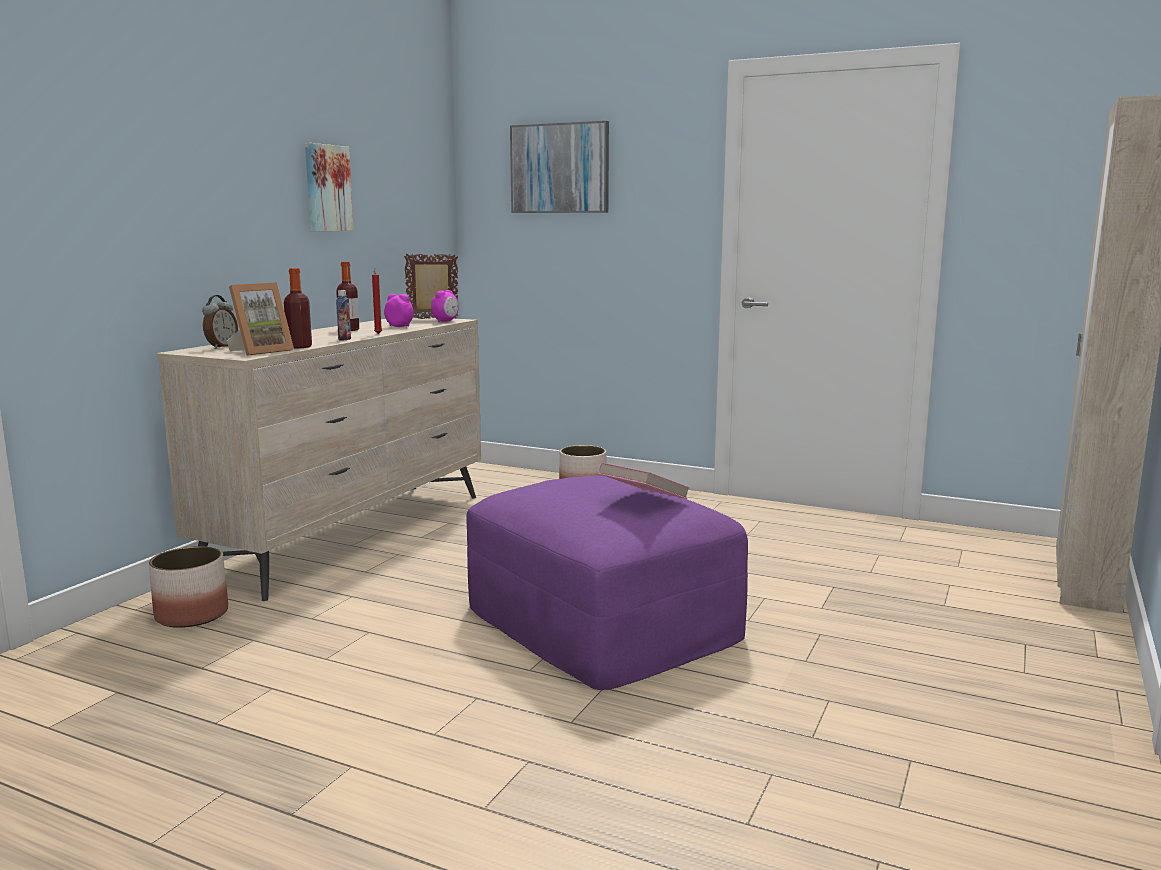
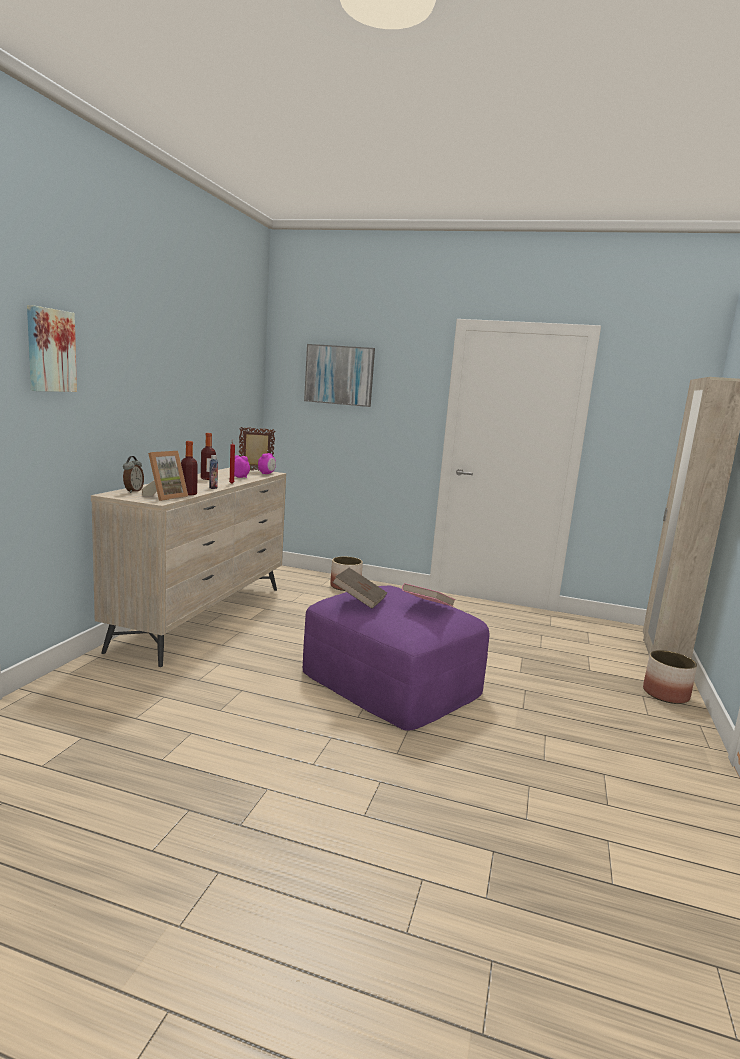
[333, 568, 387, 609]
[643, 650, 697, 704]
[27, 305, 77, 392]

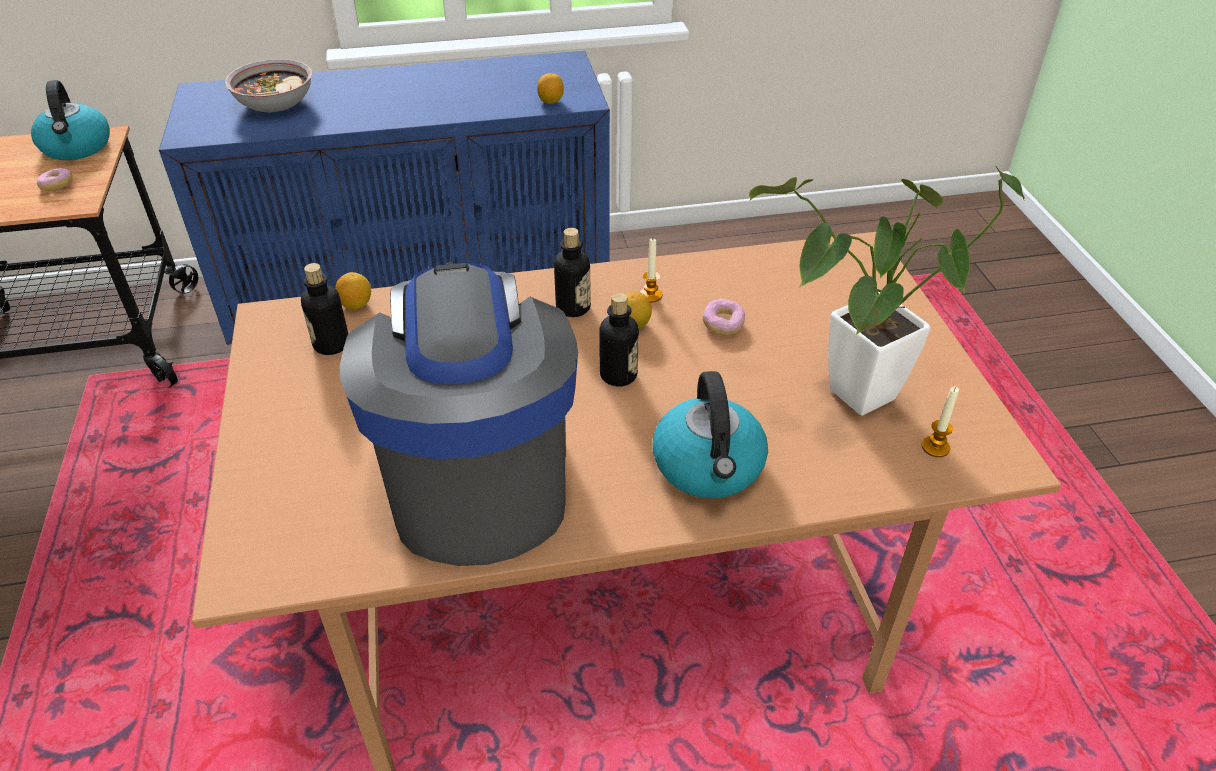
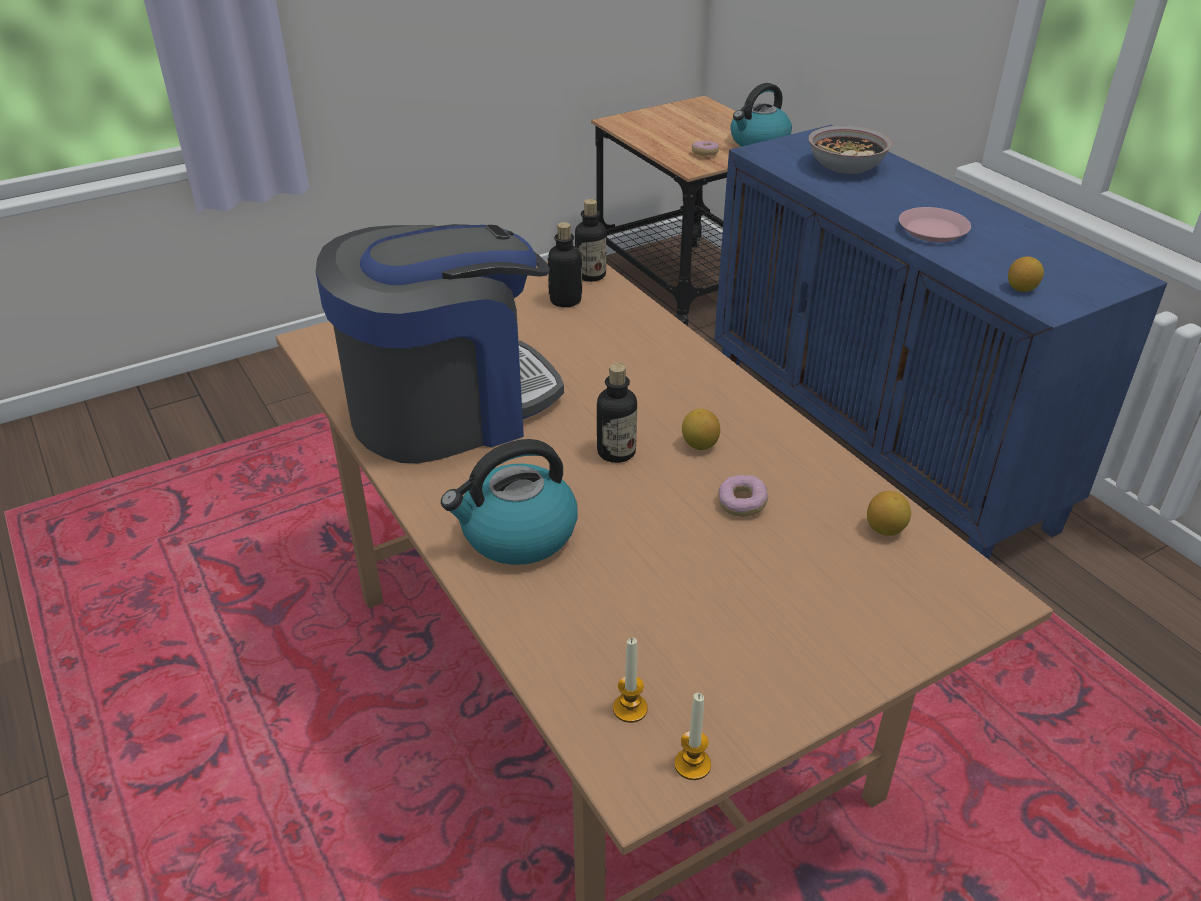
[749, 166, 1025, 416] (first image)
[899, 207, 971, 242]
[867, 491, 911, 536]
[575, 199, 606, 282]
[674, 693, 711, 780]

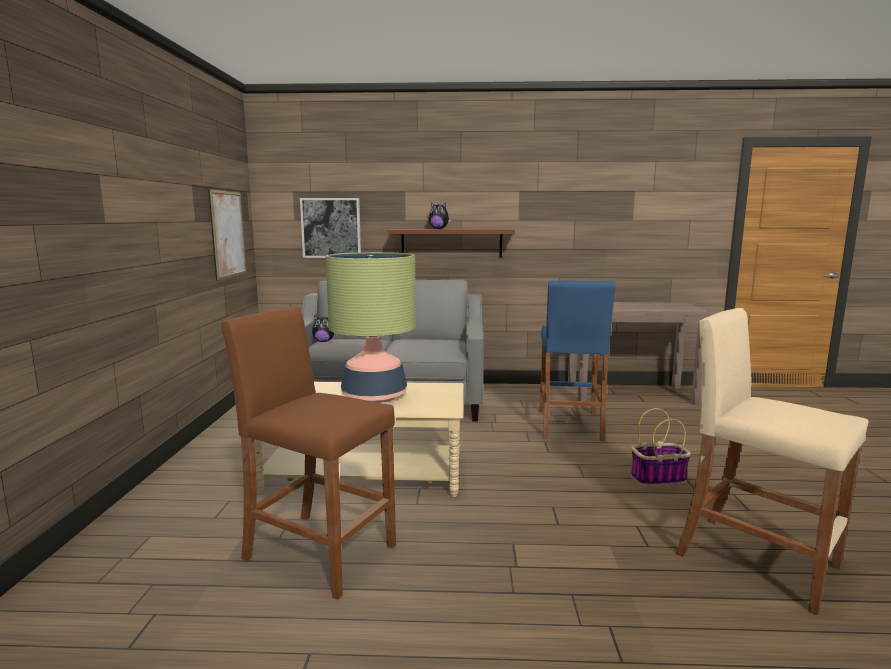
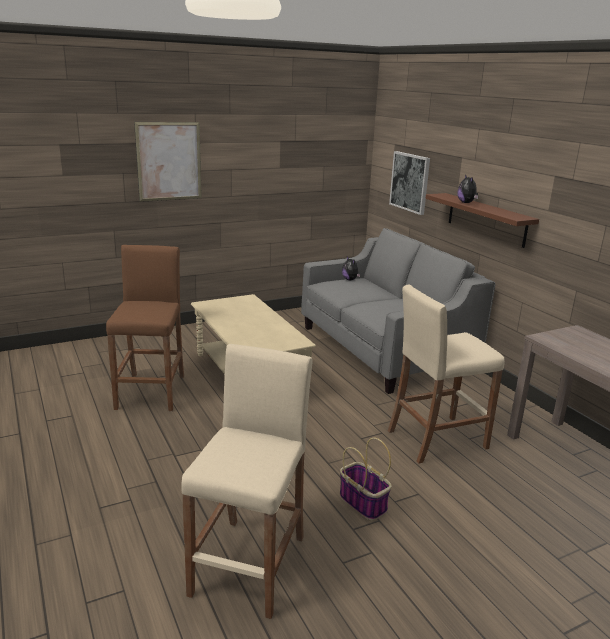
[325, 252, 416, 403] (first image)
[134, 122, 202, 202]
[388, 285, 505, 464]

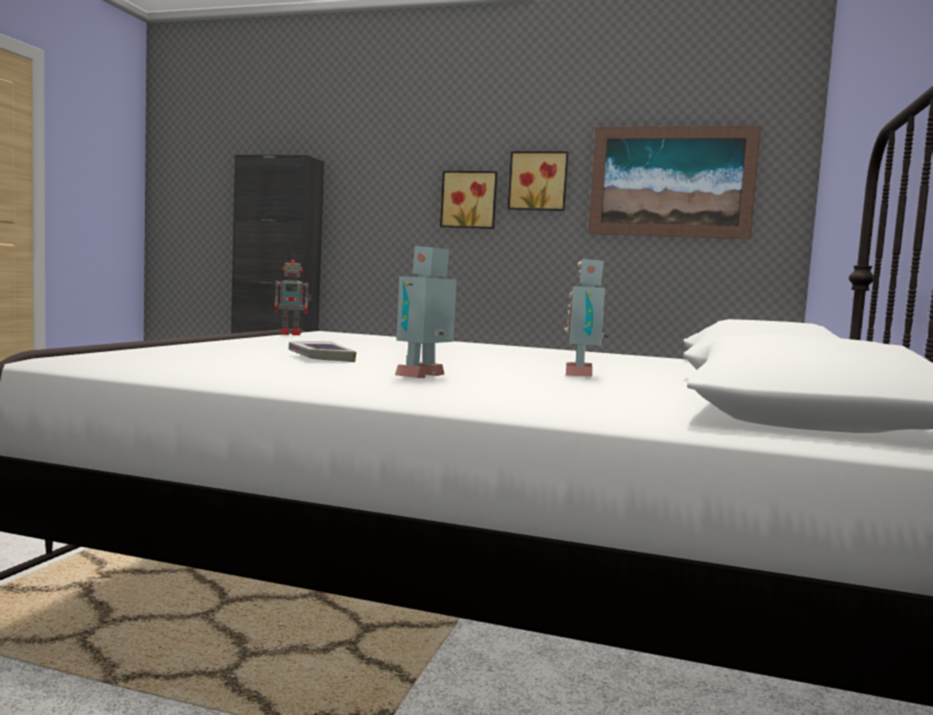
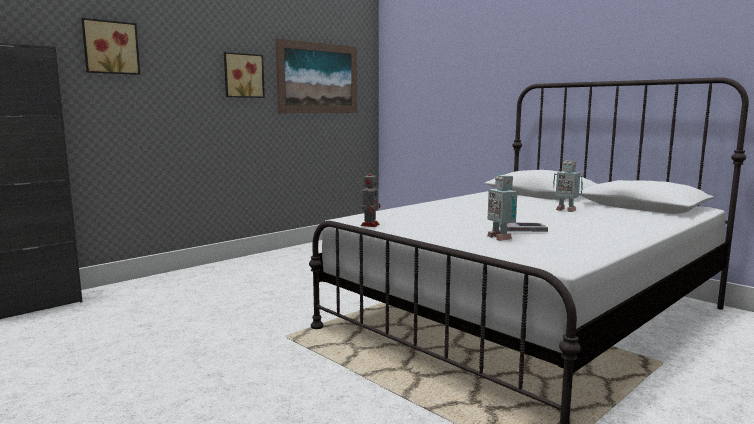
[487, 175, 517, 241]
[81, 18, 140, 75]

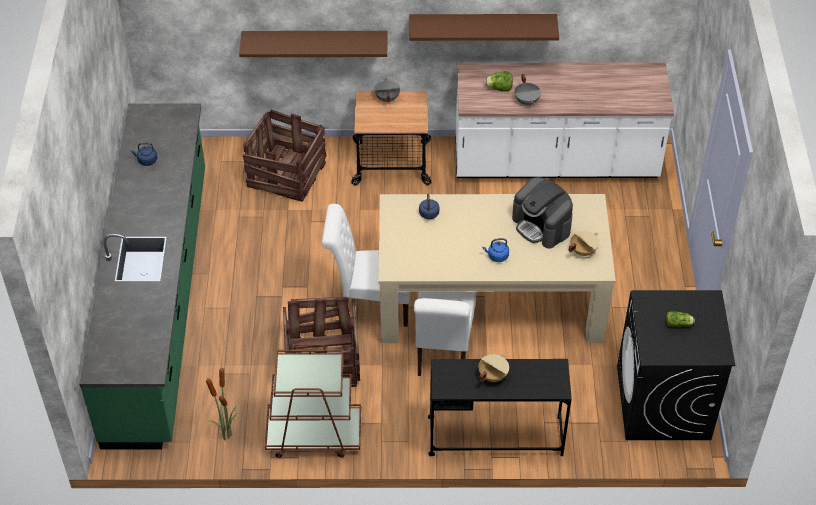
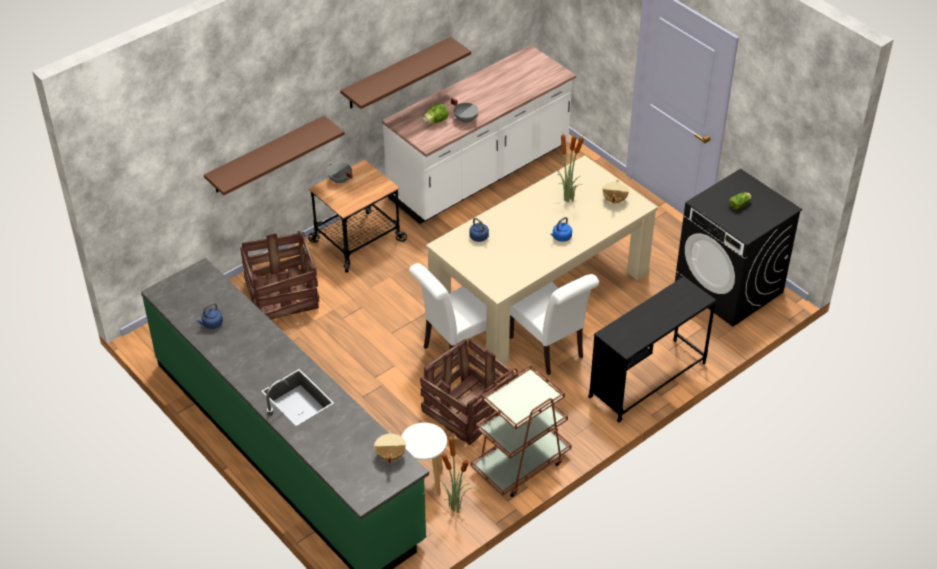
[401, 423, 447, 495]
[374, 430, 406, 464]
[554, 134, 584, 202]

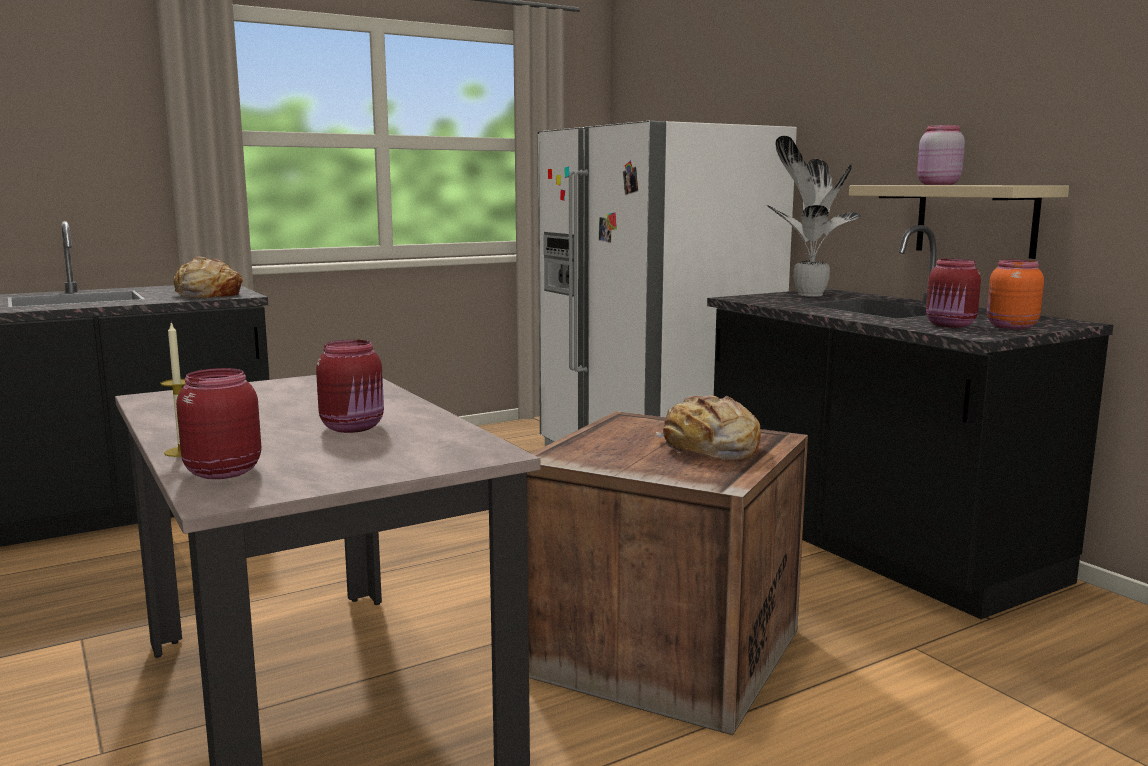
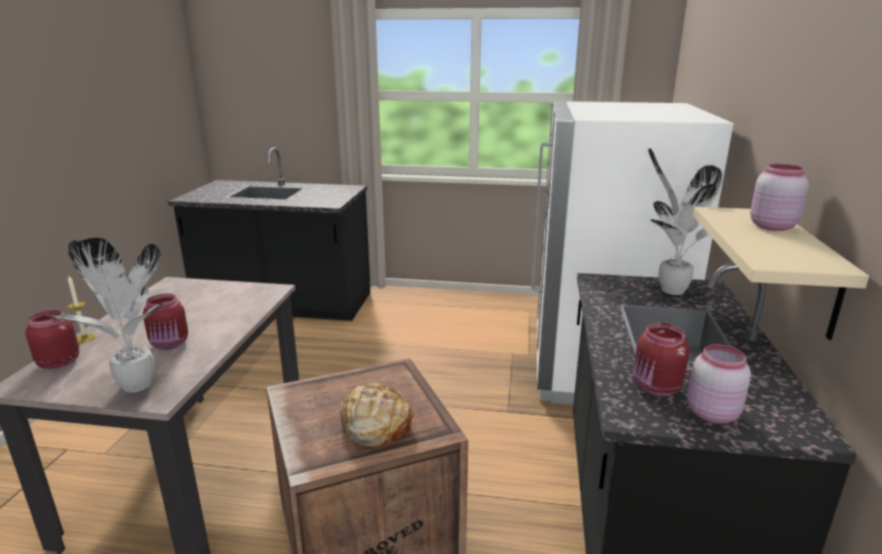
[173, 257, 243, 298] (first image)
[47, 238, 167, 393]
[687, 344, 751, 424]

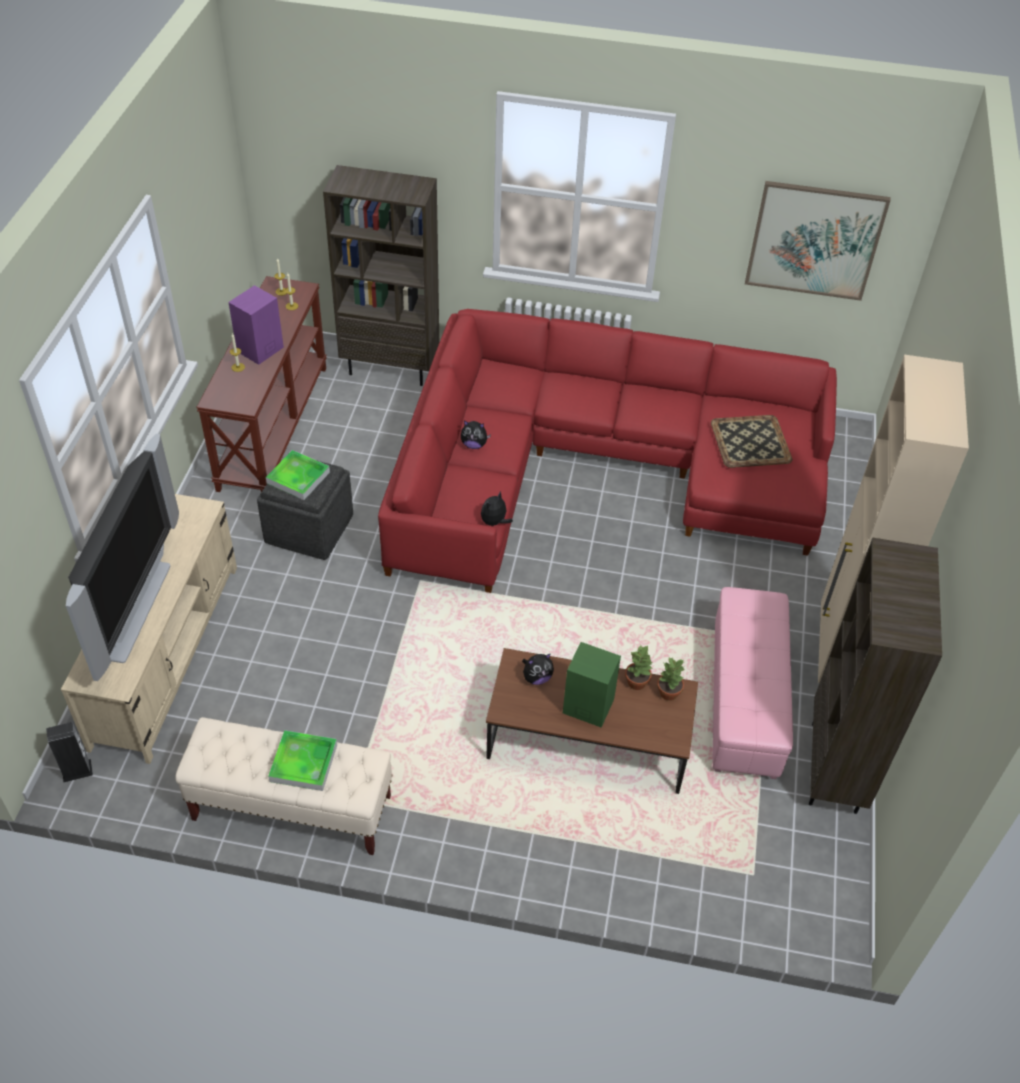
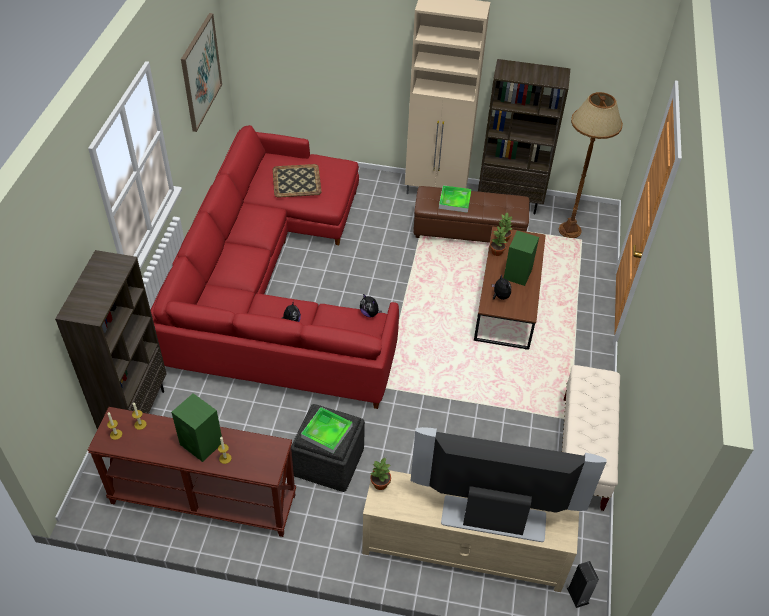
[370, 458, 391, 490]
[559, 92, 623, 238]
[439, 185, 471, 213]
[171, 393, 222, 462]
[413, 186, 530, 243]

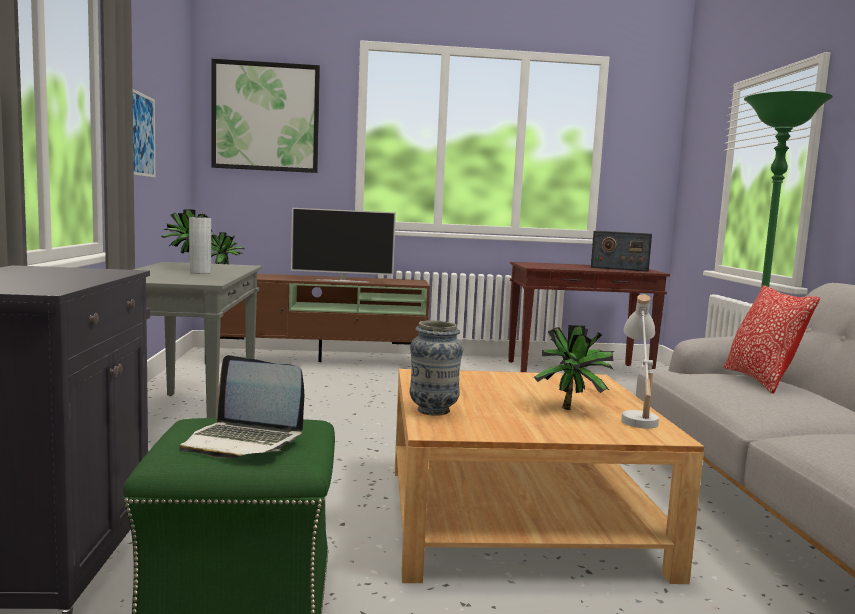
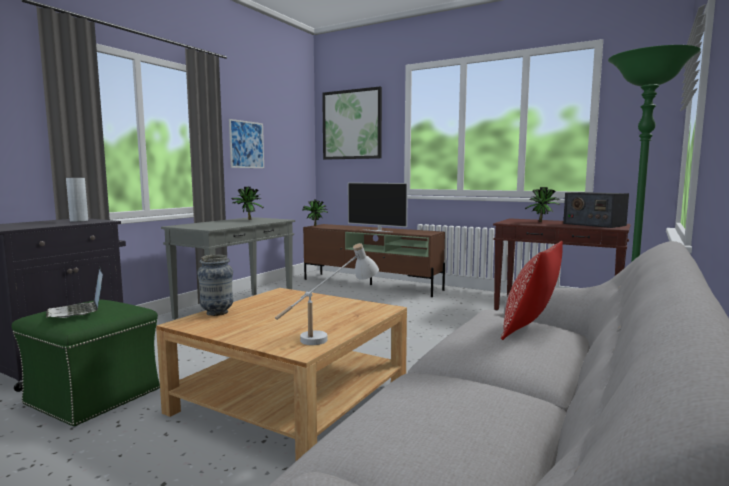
[66, 177, 88, 222]
[525, 187, 560, 222]

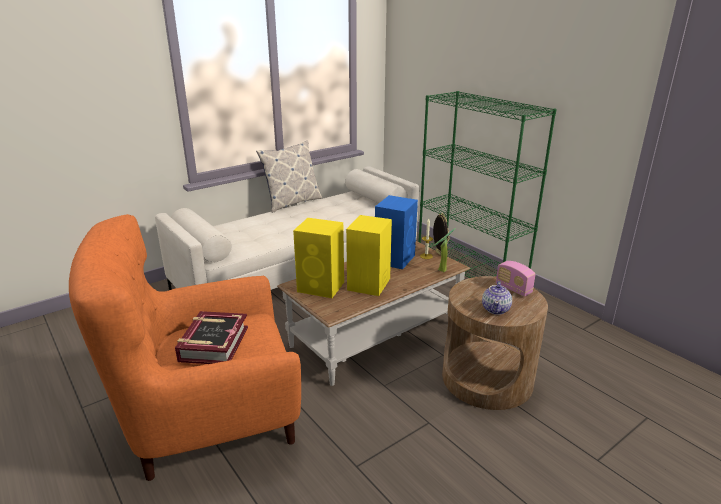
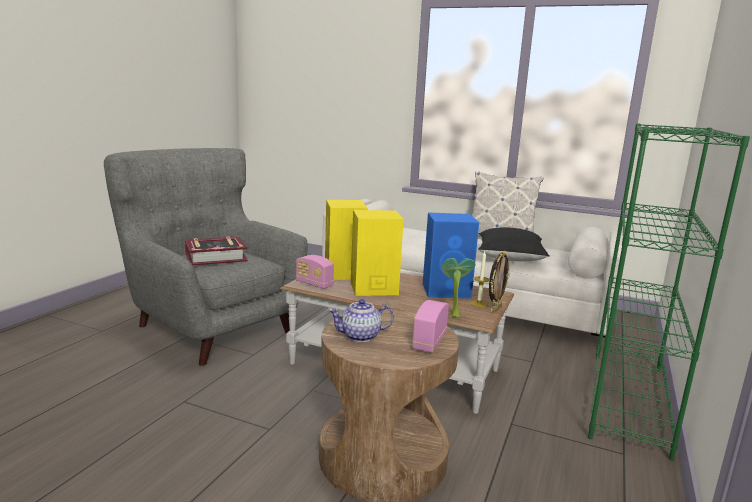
[296, 255, 334, 289]
[478, 227, 550, 261]
[104, 148, 308, 366]

